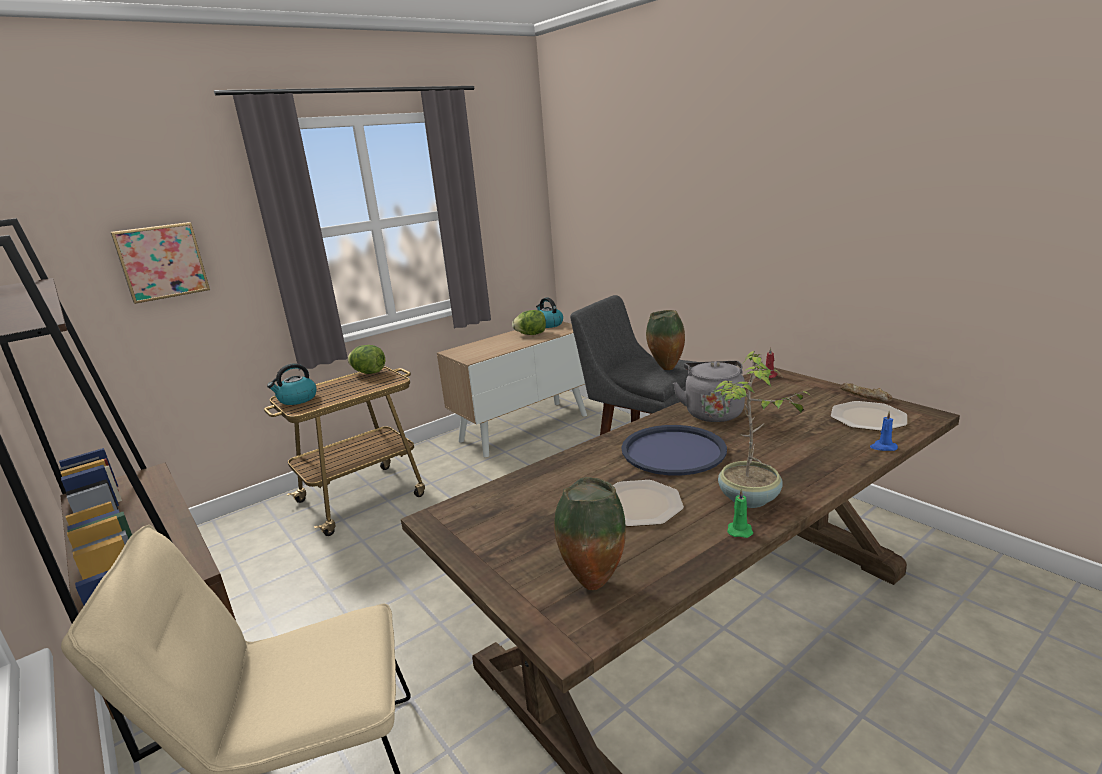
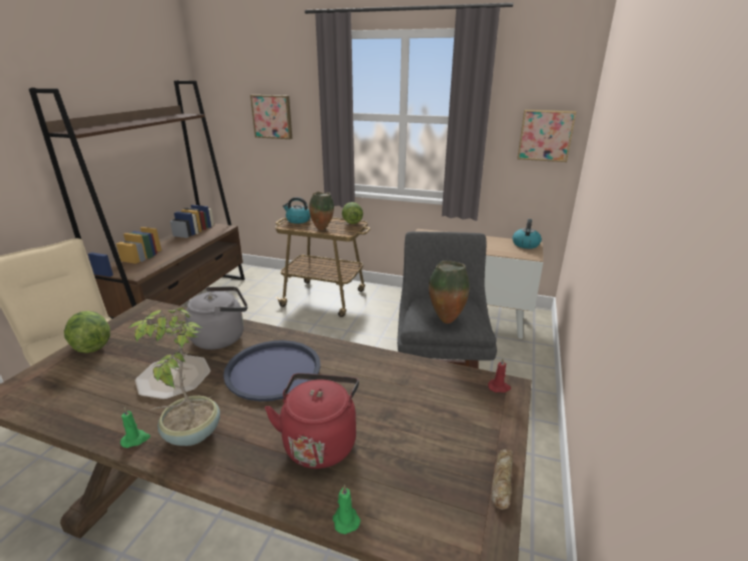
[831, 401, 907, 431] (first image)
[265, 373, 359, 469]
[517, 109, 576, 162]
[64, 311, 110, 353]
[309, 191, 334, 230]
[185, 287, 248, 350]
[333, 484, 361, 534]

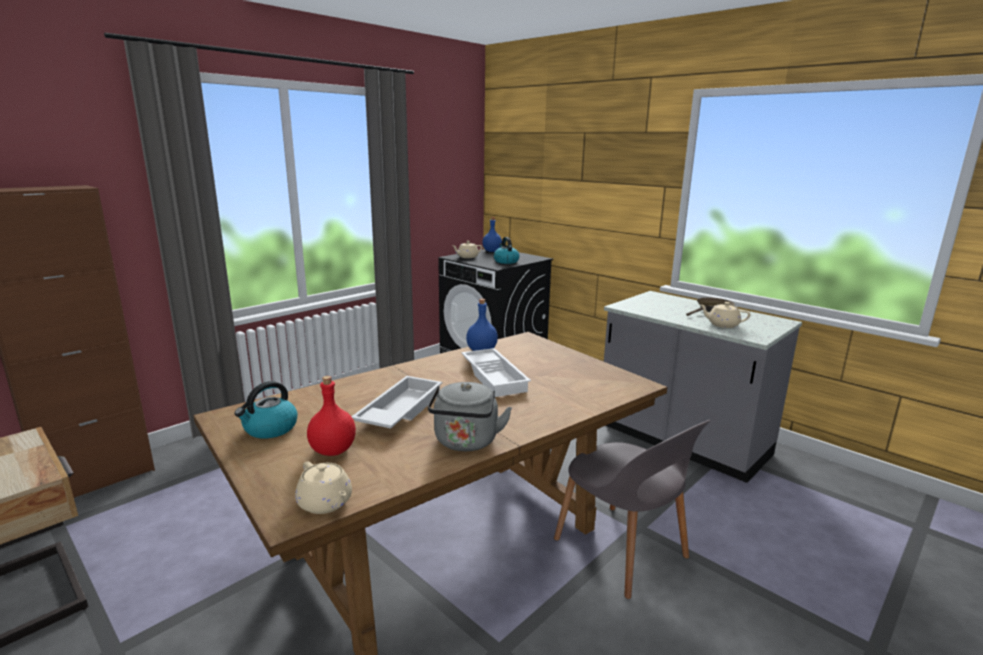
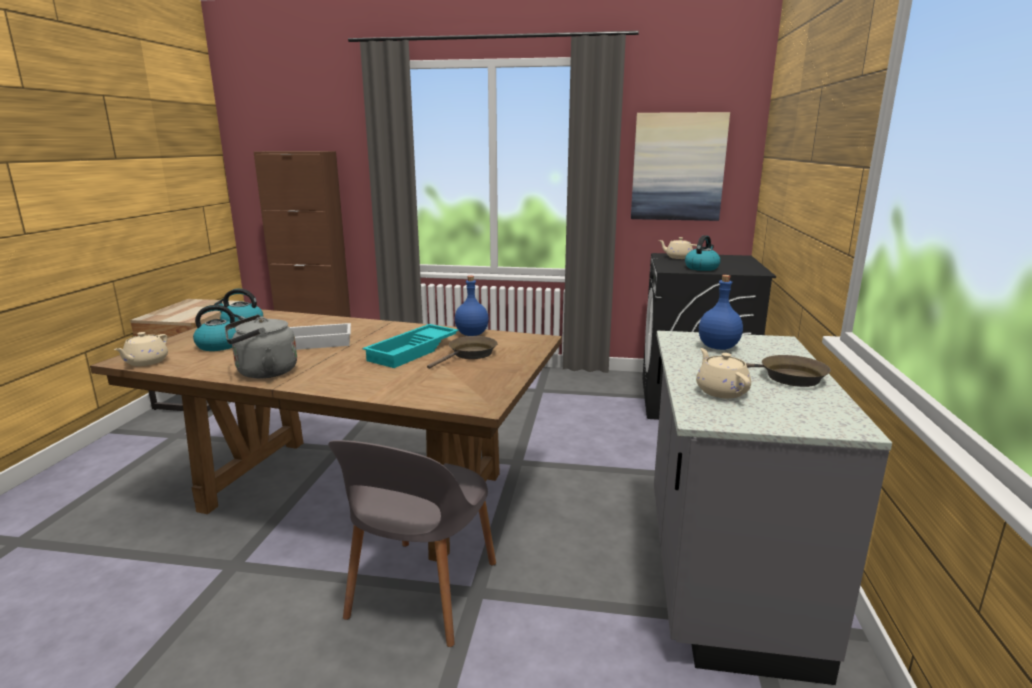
[427, 336, 498, 369]
[631, 112, 730, 221]
[699, 275, 743, 350]
[193, 305, 245, 351]
[362, 324, 459, 368]

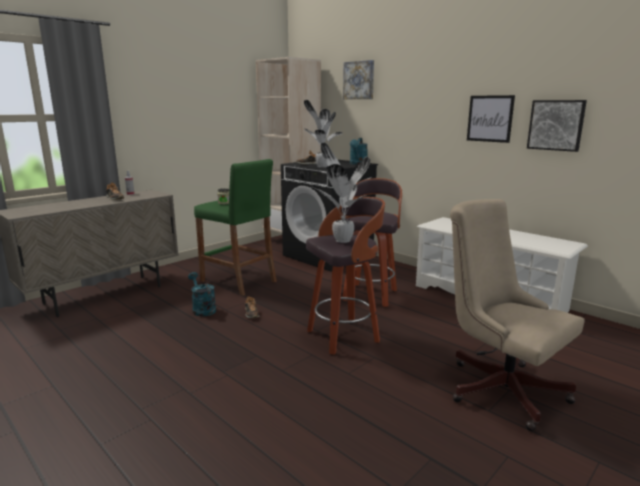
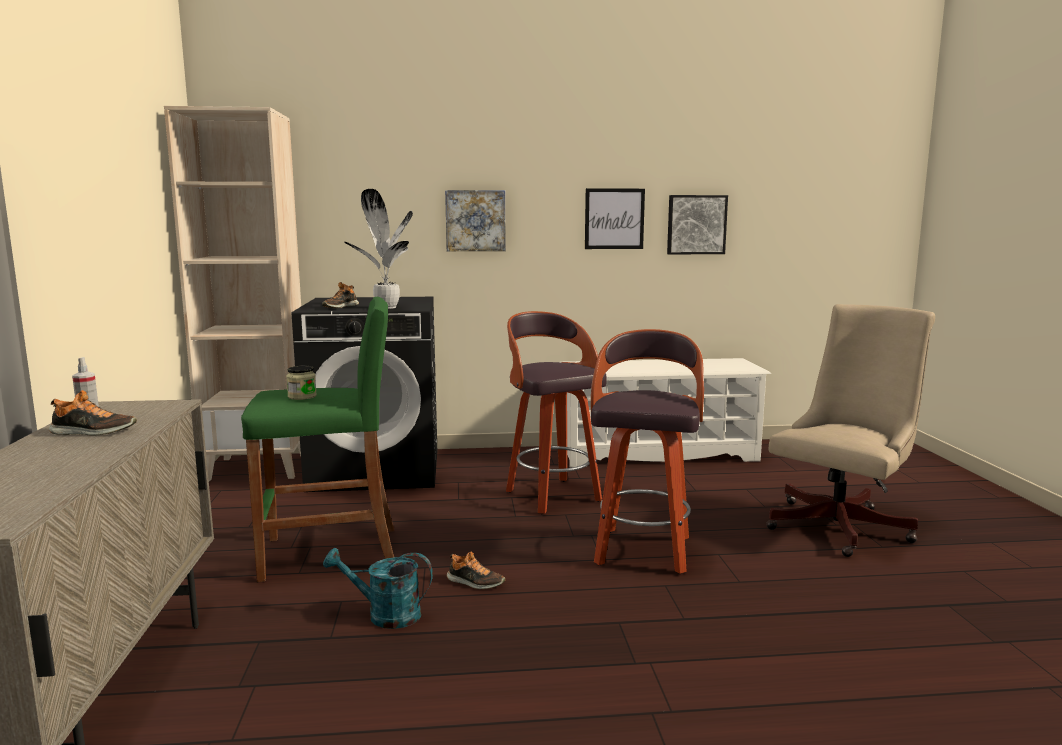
[311, 142, 370, 243] (first image)
[350, 138, 368, 165] (first image)
[445, 190, 506, 251]
[766, 304, 935, 557]

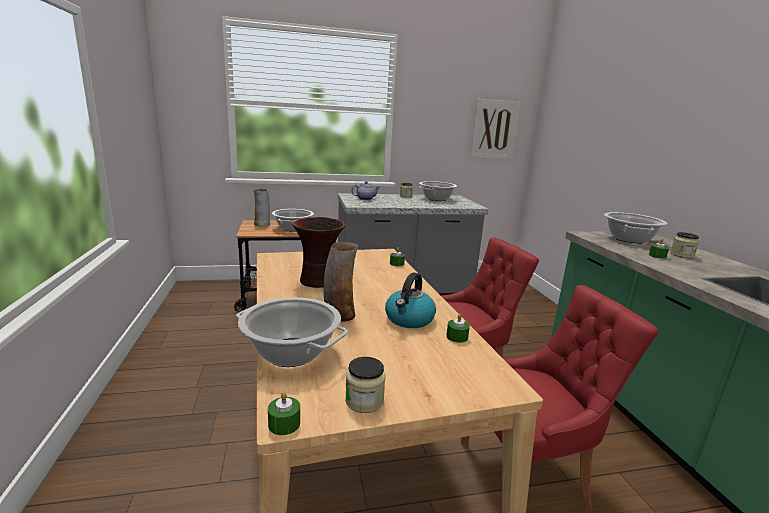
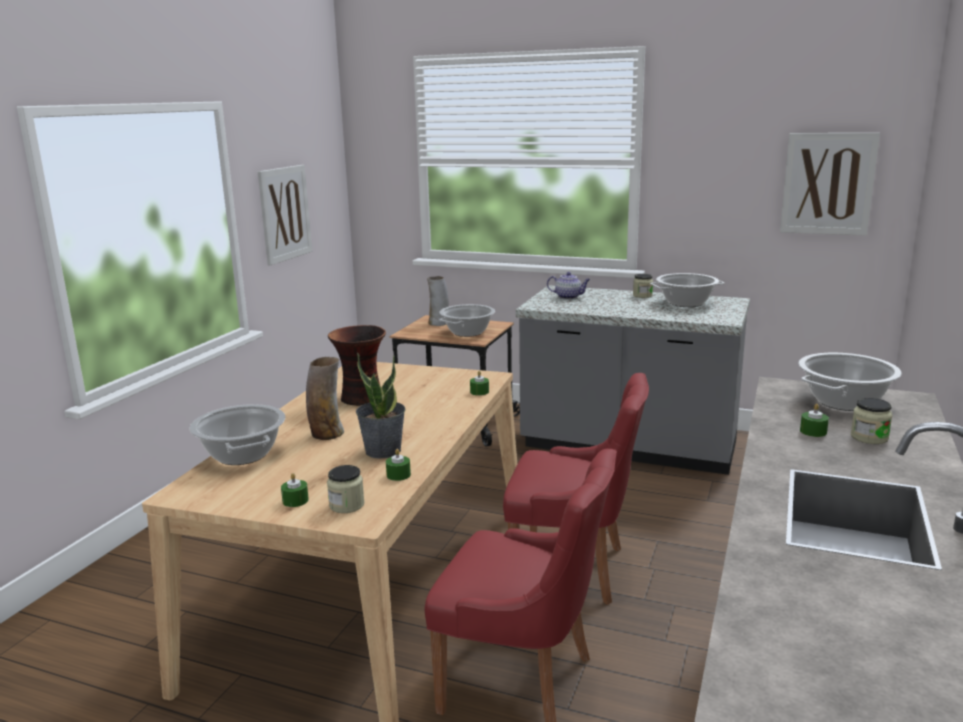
[258, 165, 312, 265]
[281, 473, 309, 507]
[327, 465, 365, 513]
[356, 352, 405, 459]

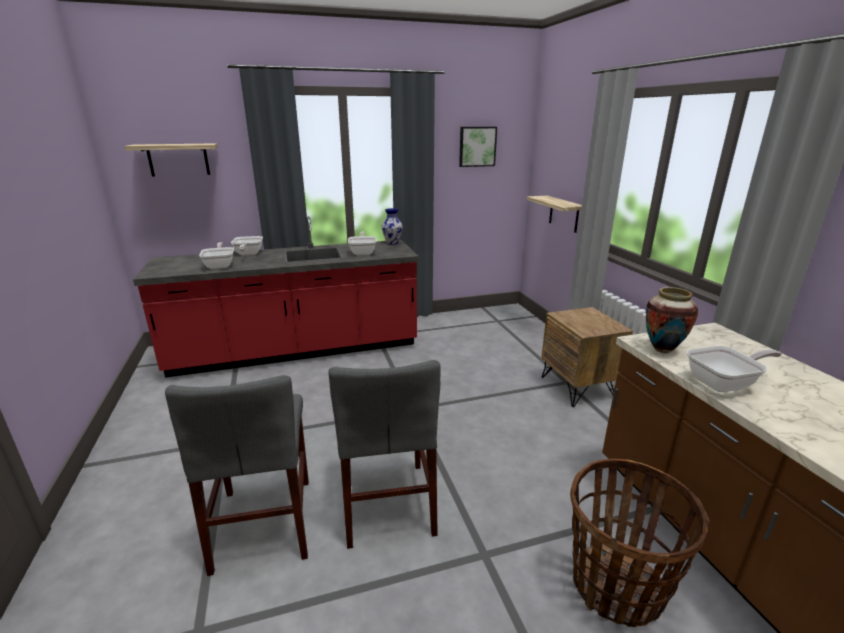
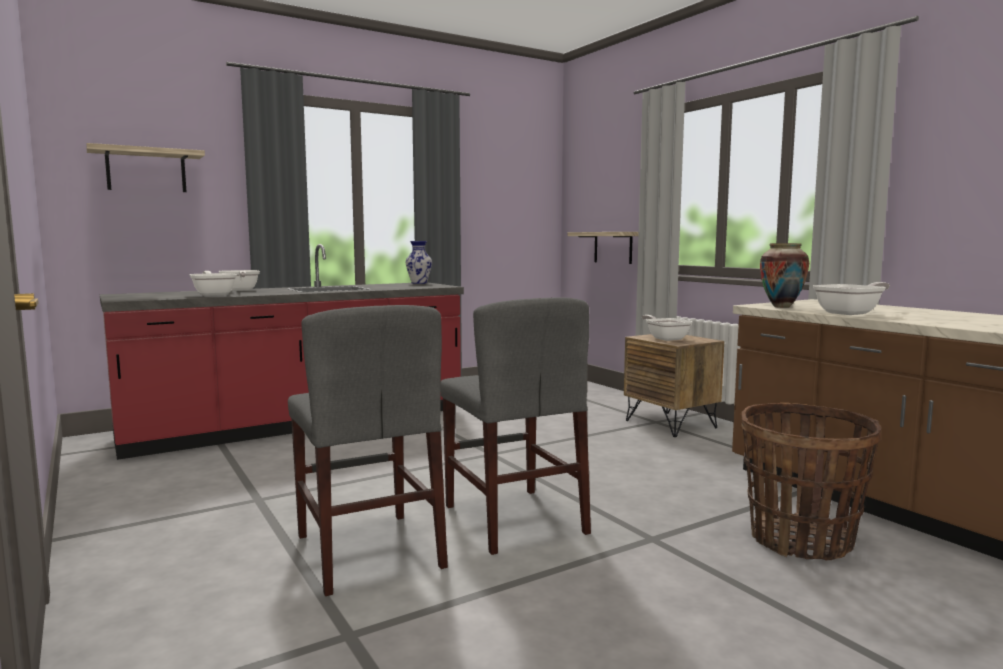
[459, 127, 497, 167] (first image)
[642, 315, 692, 341]

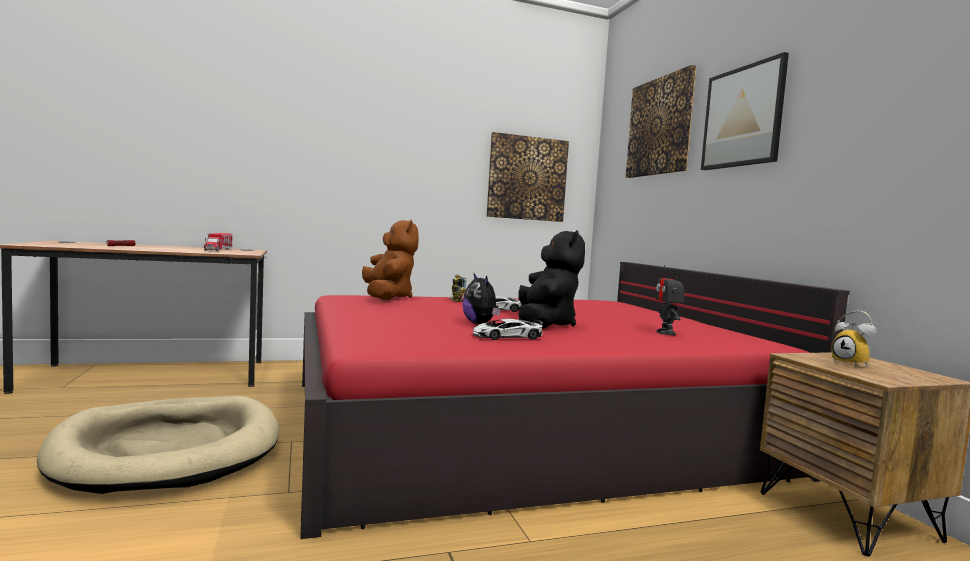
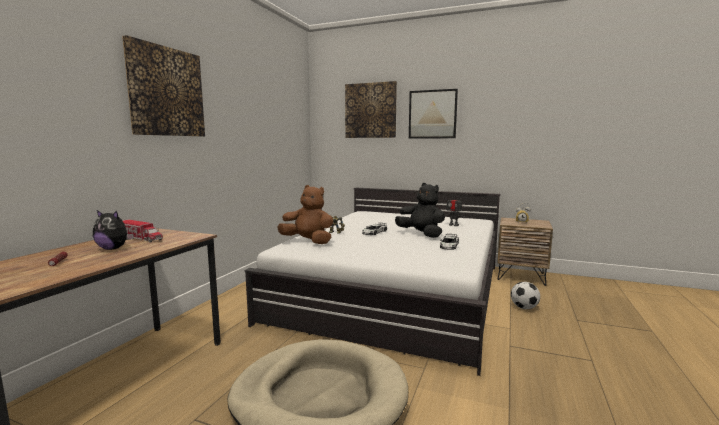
[511, 282, 540, 309]
[93, 210, 134, 250]
[122, 35, 205, 136]
[245, 188, 500, 376]

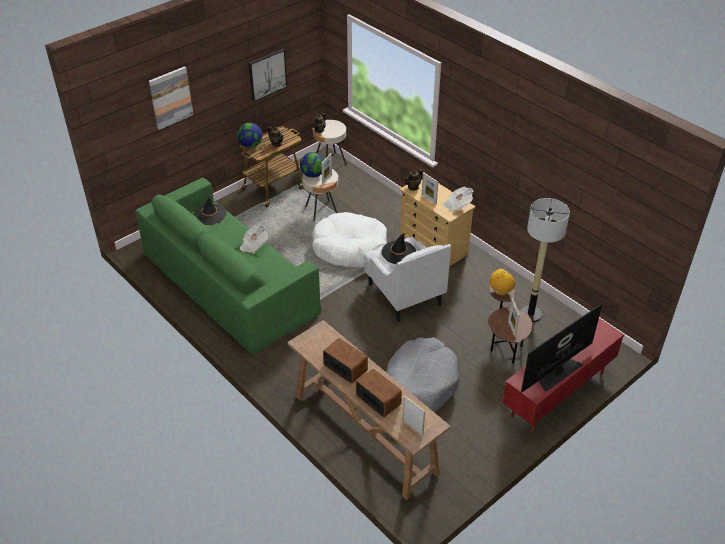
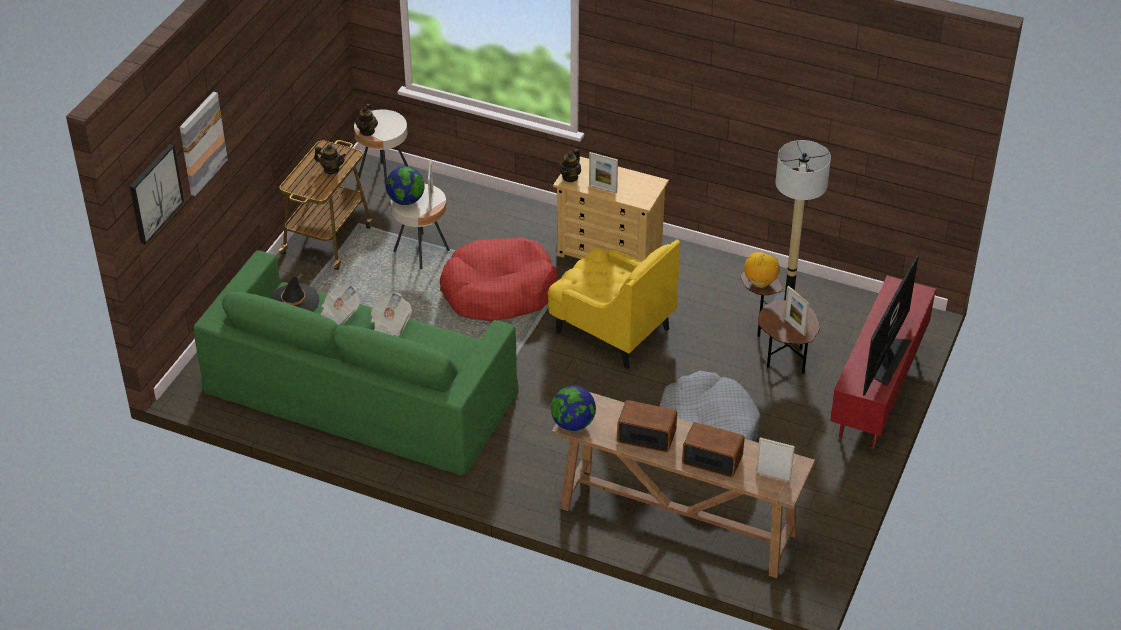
[382, 234, 416, 264] (first image)
[551, 386, 596, 431]
[130, 144, 184, 245]
[320, 285, 360, 325]
[440, 238, 558, 321]
[548, 239, 680, 369]

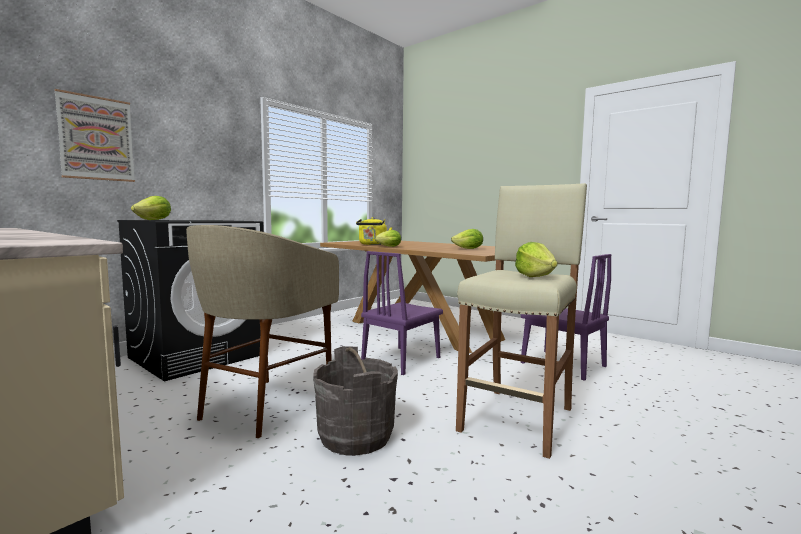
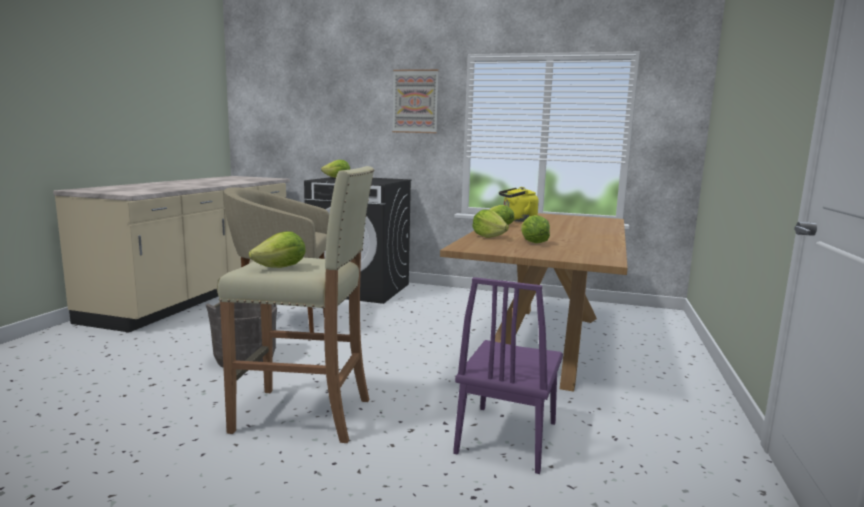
[361, 251, 443, 375] (first image)
[472, 209, 509, 238]
[392, 69, 439, 133]

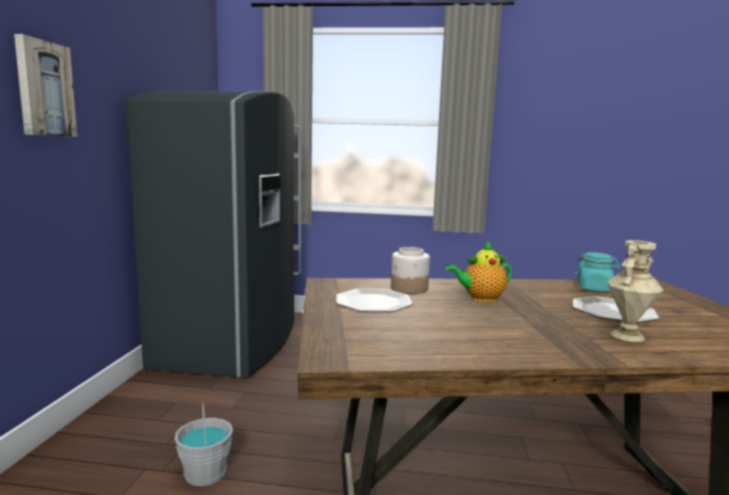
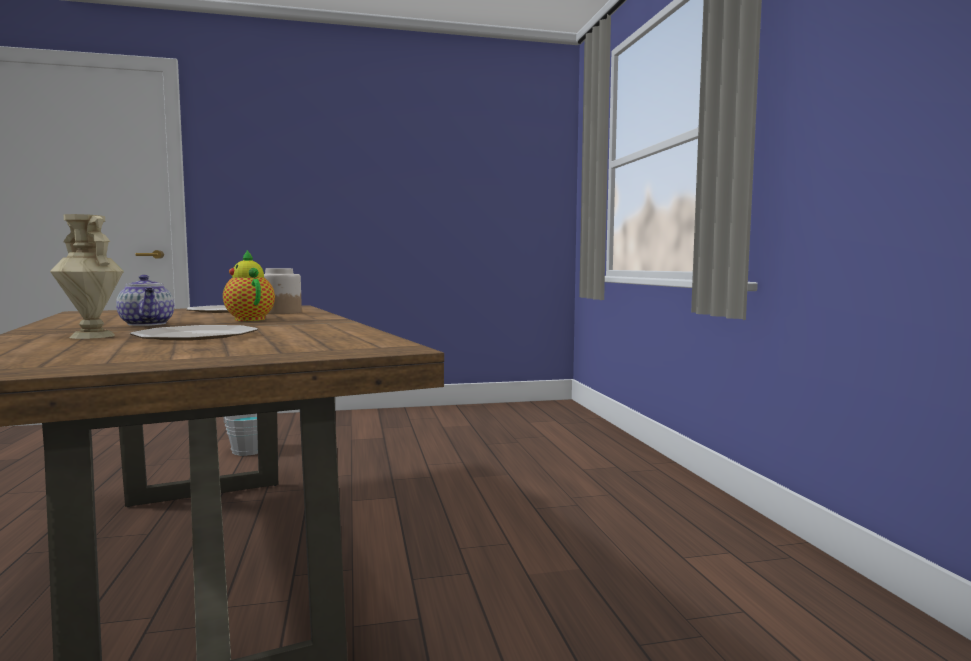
[14, 34, 77, 137] (first image)
[126, 91, 302, 378] (first image)
[575, 252, 620, 292] (first image)
[116, 275, 174, 326]

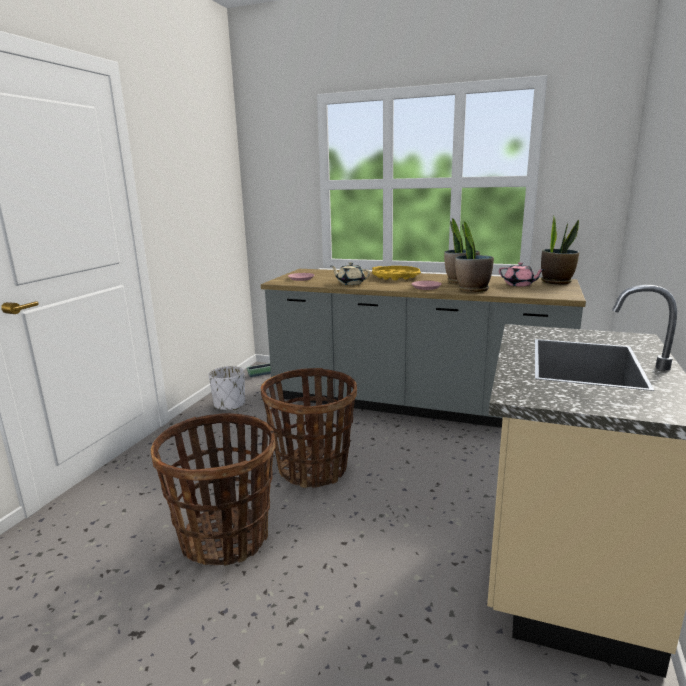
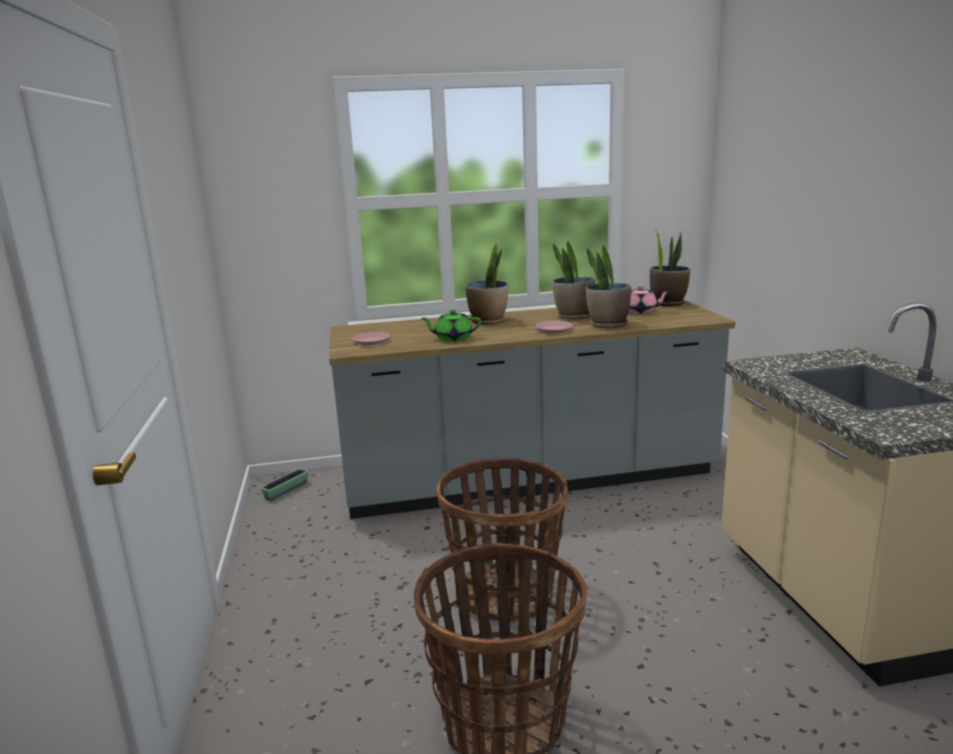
[209, 366, 245, 410] (first image)
[466, 240, 508, 325]
[421, 310, 481, 341]

